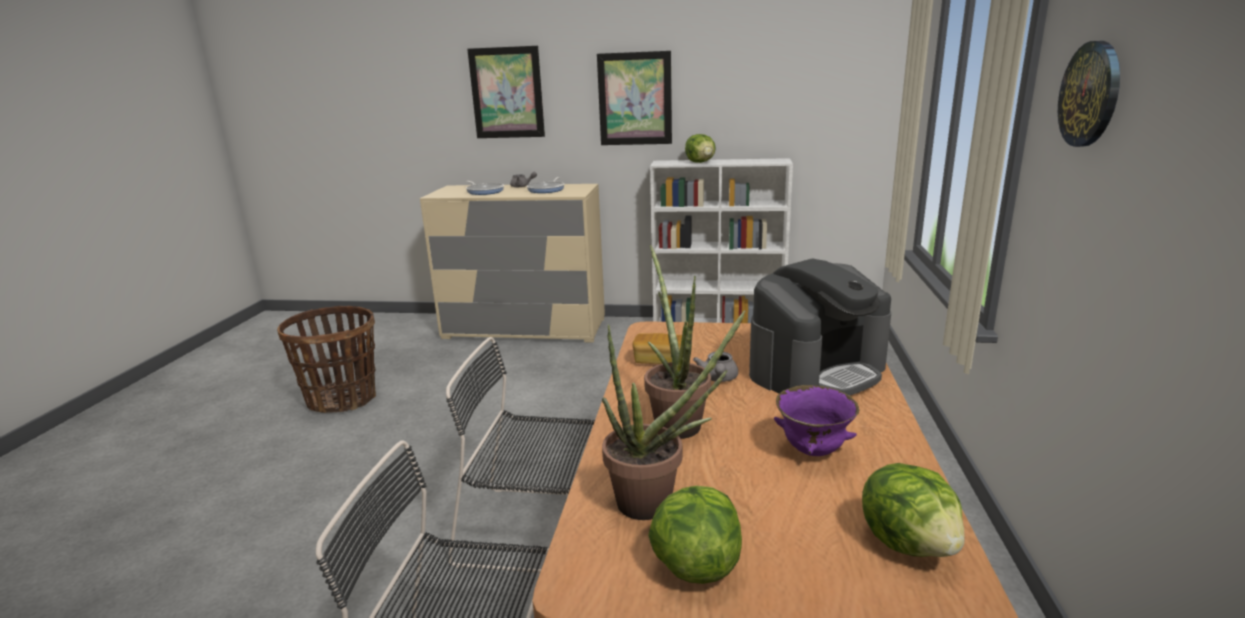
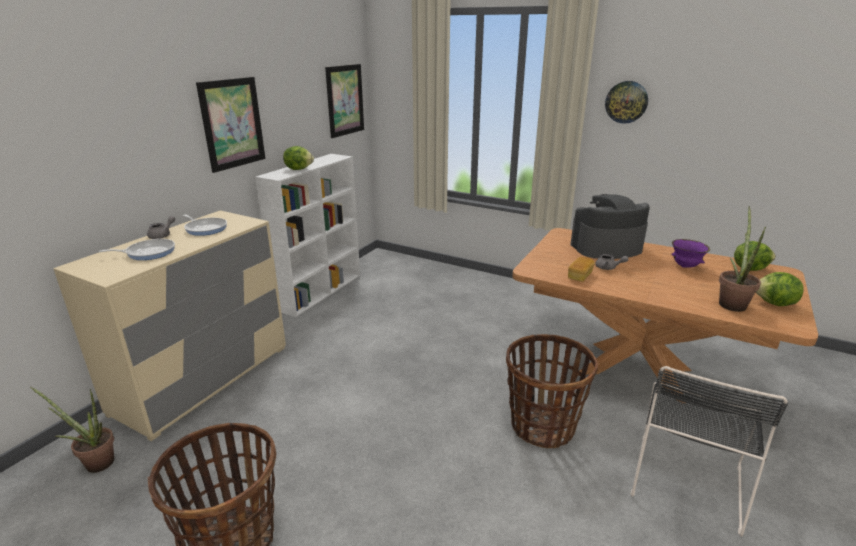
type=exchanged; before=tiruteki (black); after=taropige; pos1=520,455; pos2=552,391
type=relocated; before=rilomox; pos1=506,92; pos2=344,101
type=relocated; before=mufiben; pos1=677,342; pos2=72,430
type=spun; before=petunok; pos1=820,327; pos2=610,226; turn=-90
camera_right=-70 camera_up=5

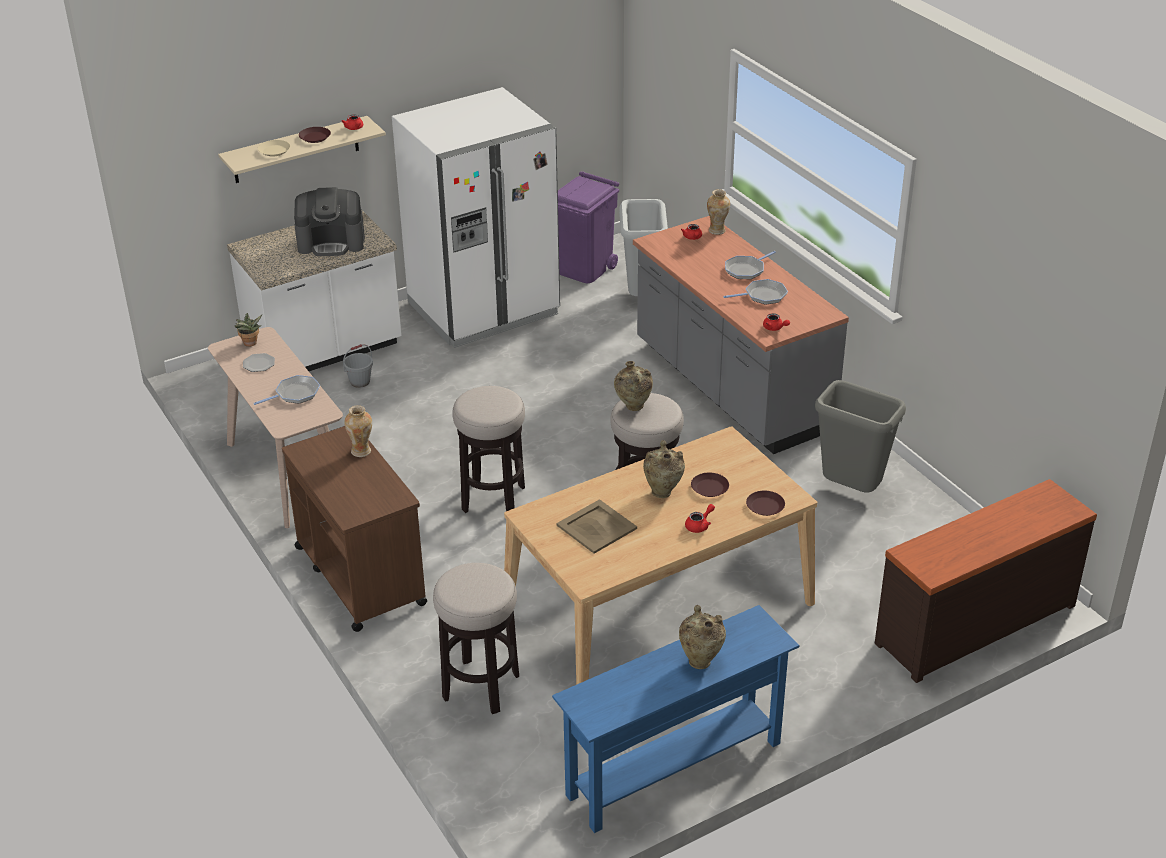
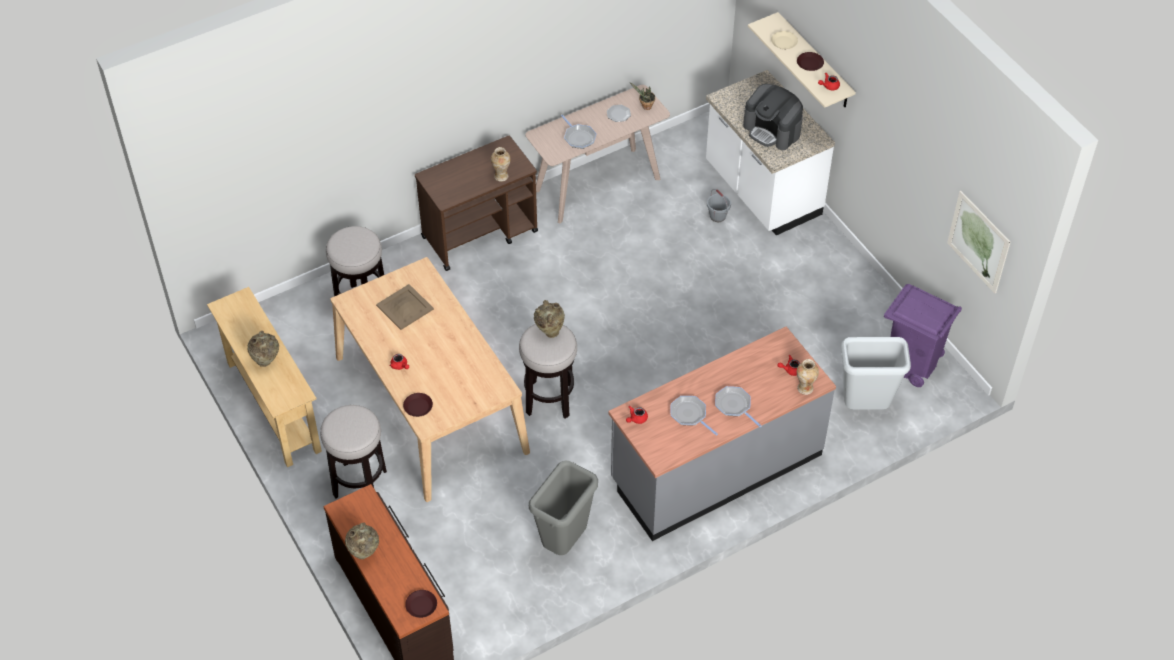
type=spun; before=petunok; pos1=329,221; pos2=773,117; turn=-45
type=missing; before=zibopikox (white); pos1=476,217
type=relocated; before=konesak; pos1=488,449; pos2=353,451
type=colour; before=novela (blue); after=novela (beige); pos1=676,719; pos2=264,377
type=relocated; before=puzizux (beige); pos1=664,469; pos2=362,541
type=relocated; before=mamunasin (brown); pos1=710,484; pos2=421,604
type=spun; before=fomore; pos1=755,292; pos2=694,416; turn=150
type=appeared; after=rilomox; pos2=978,242
camera_right=90 camera_up=15

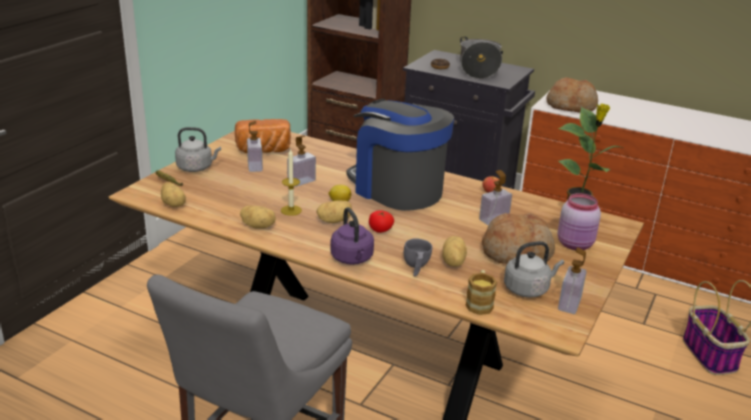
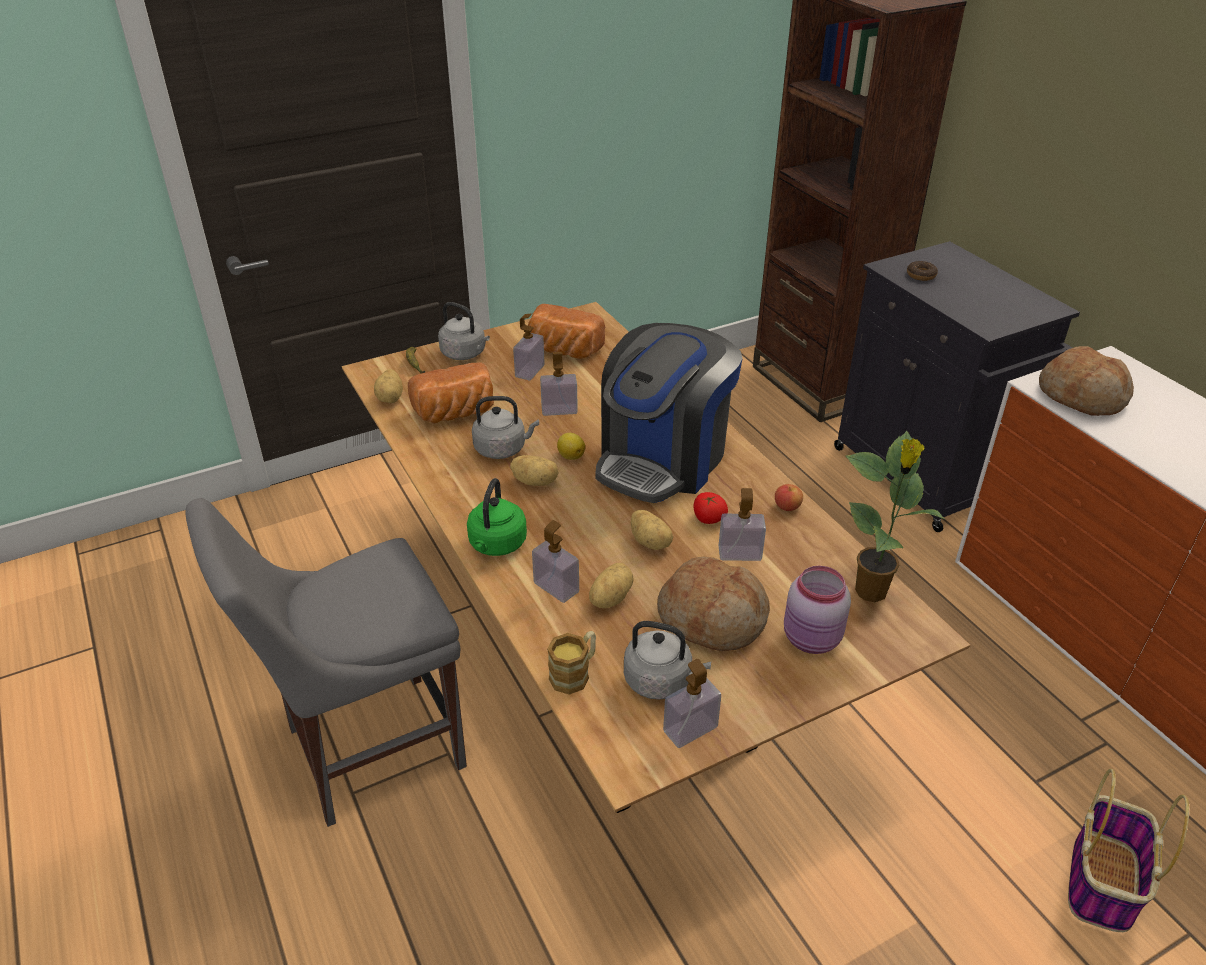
type=relocated; before=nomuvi; pos1=258,217; pos2=652,530
type=exchanged; before=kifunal; after=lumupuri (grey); pos1=291,182; pos2=505,427
type=colour; before=lumupuri (purple); after=lumupuri (green); pos1=352,236; pos2=497,517
type=spun; before=petunok; pos1=400,155; pos2=669,413; turn=-135
type=relocated; before=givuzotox; pos1=381,221; pos2=711,508
type=exchanged; before=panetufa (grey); after=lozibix; pos1=418,257; pos2=555,561
type=missing; before=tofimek; pos1=481,57
type=appeared; after=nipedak; pos2=451,393
camera_right=35 camera_up=10

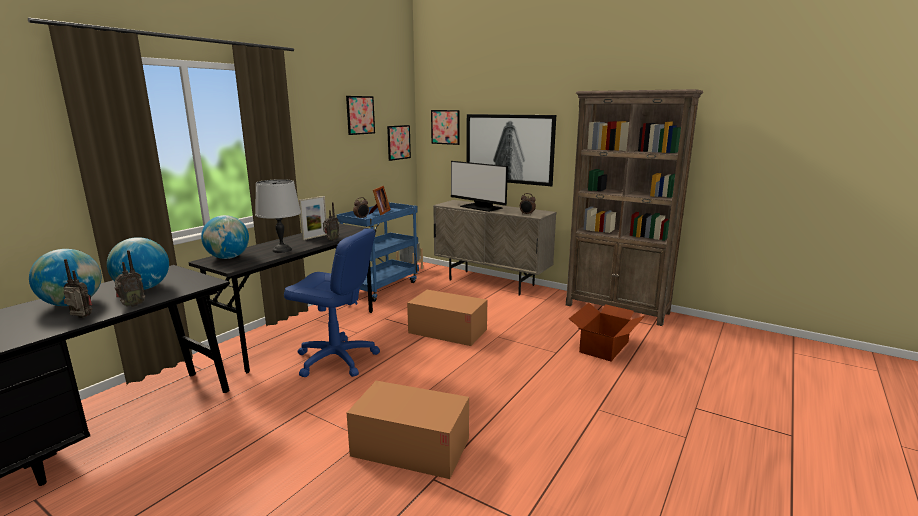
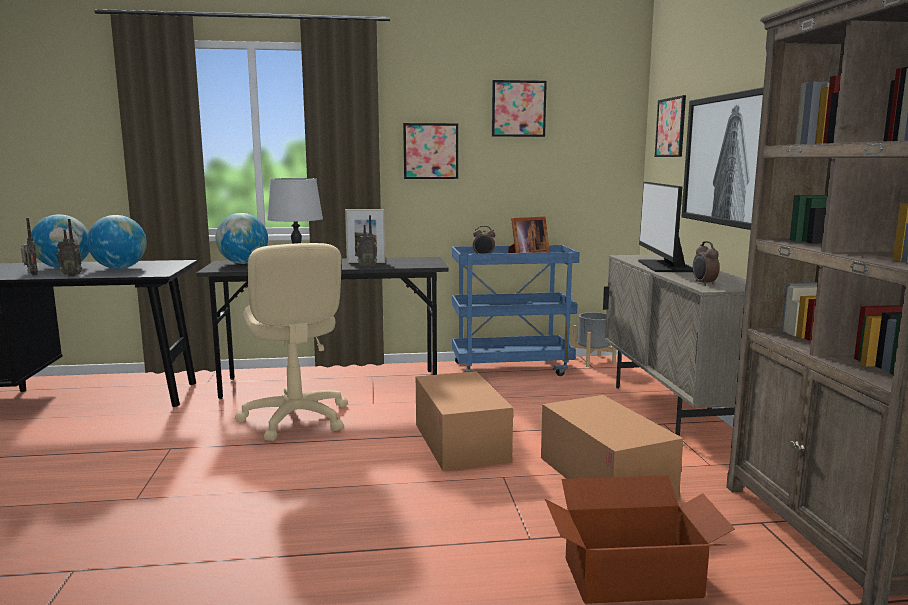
type=colour; before=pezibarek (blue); after=pezibarek (beige); pos1=332,302; pos2=291,342
type=relocated; before=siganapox; pos1=408,430; pos2=612,447
type=relocated; before=rilomox; pos1=399,143; pos2=430,151
camera_right=50 camera_up=-5

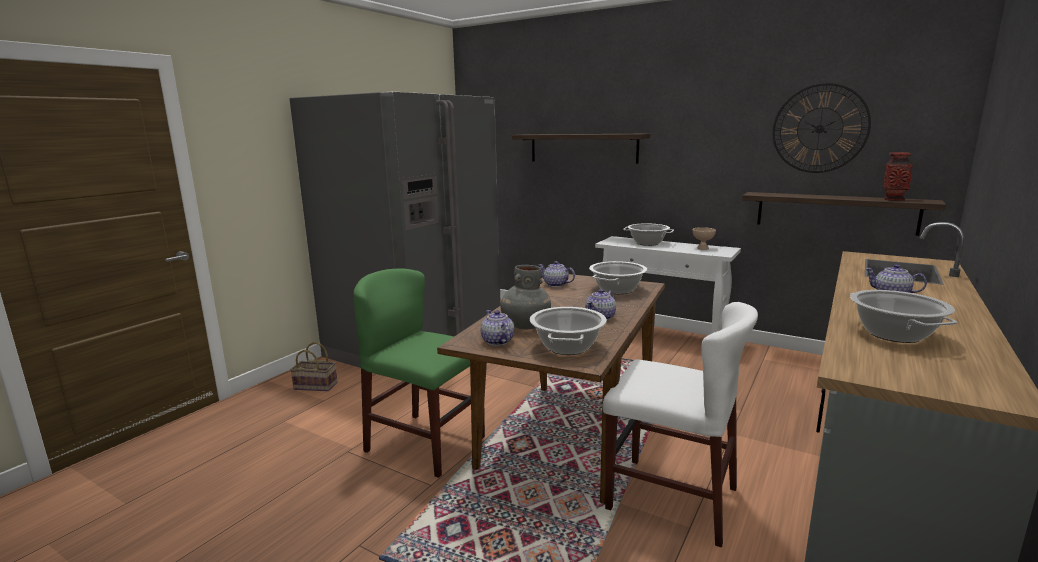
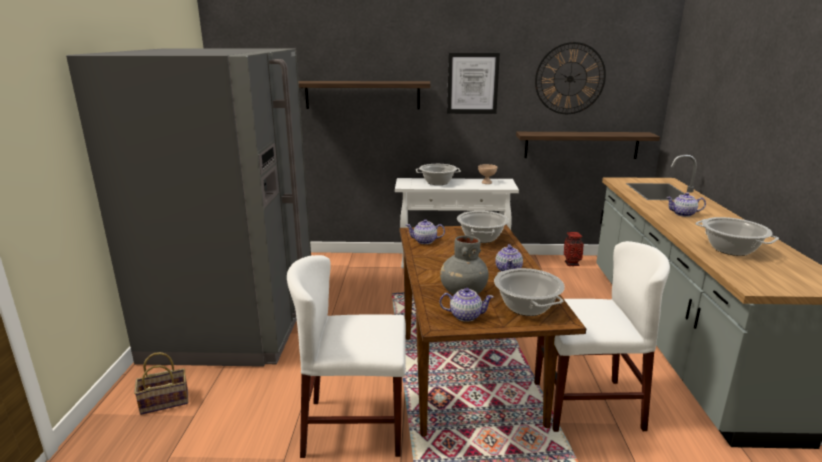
type=colour; before=tiruteki (green); after=tiruteki (white); pos1=419,373; pos2=346,356
type=spun; before=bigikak; pos1=497,328; pos2=467,305; turn=150
type=relocated; before=puzizux; pos1=898,176; pos2=574,249
type=appeared; after=rilomox; pos2=473,83
camera_right=-30 camera_up=5

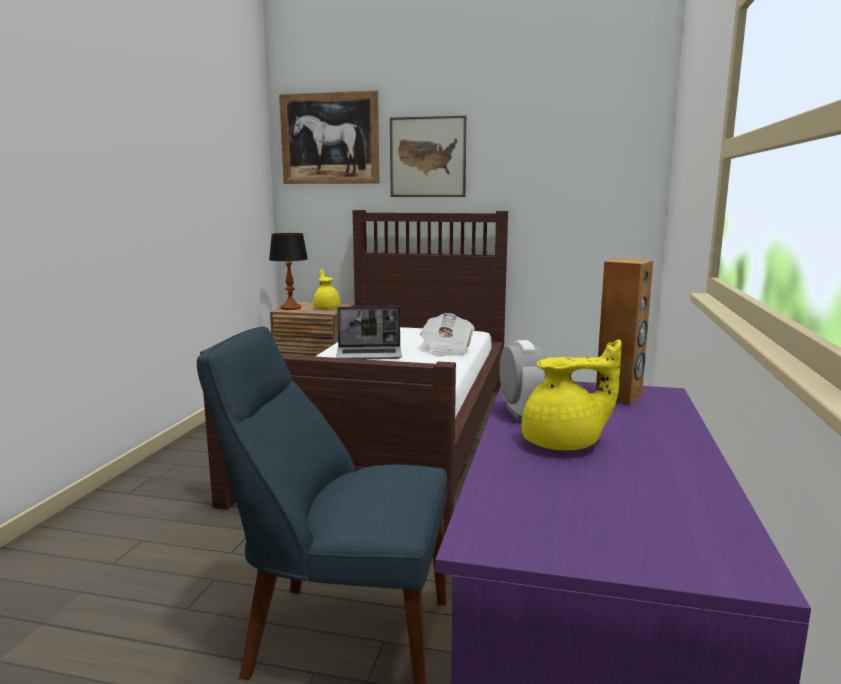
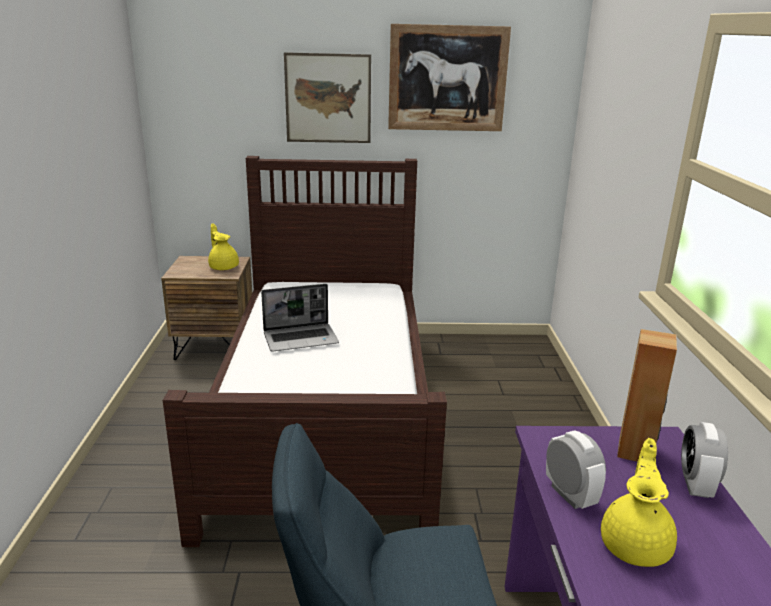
type=missing; before=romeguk; pos1=288,271
type=relocated; before=rilomox; pos1=329,137; pos2=449,77
type=missing; before=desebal; pos1=447,335
type=spun; before=bigikak (yellow); pos1=572,394; pos2=639,502; turn=-45
type=appeared; after=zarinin; pos2=704,460
camera_right=-15 camera_up=10

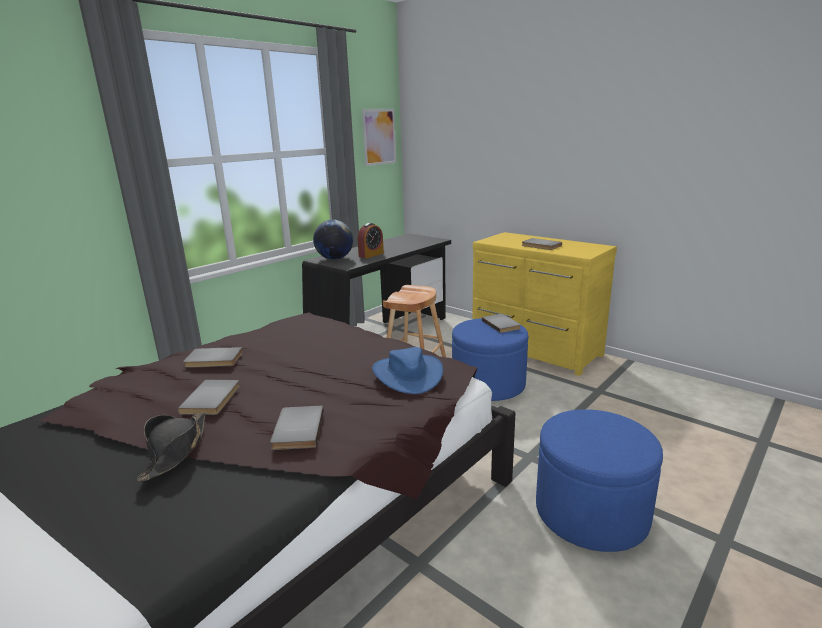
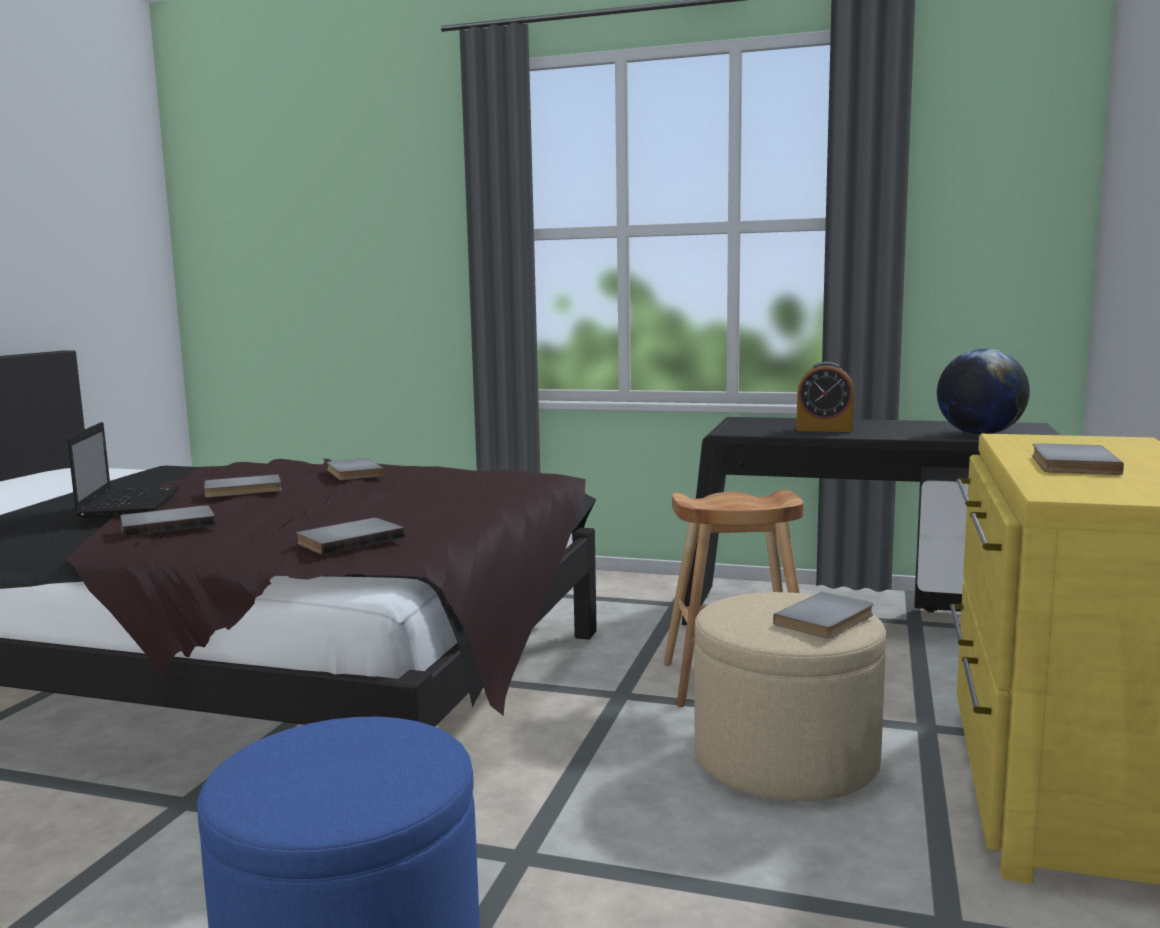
type=exchanged; before=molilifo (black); after=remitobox; pos1=171,446; pos2=123,470
type=relocated; before=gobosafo; pos1=333,240; pos2=983,392
type=missing; before=rilomox; pos1=379,137
type=exchanged; before=molilifo (blue); after=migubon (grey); pos1=407,370; pos2=350,536
type=colour; before=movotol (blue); after=movotol (beige); pos1=490,359; pos2=790,696
camera_right=65 camera_up=-10

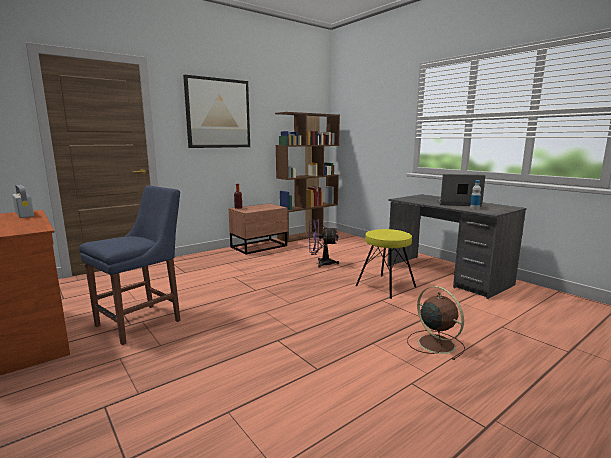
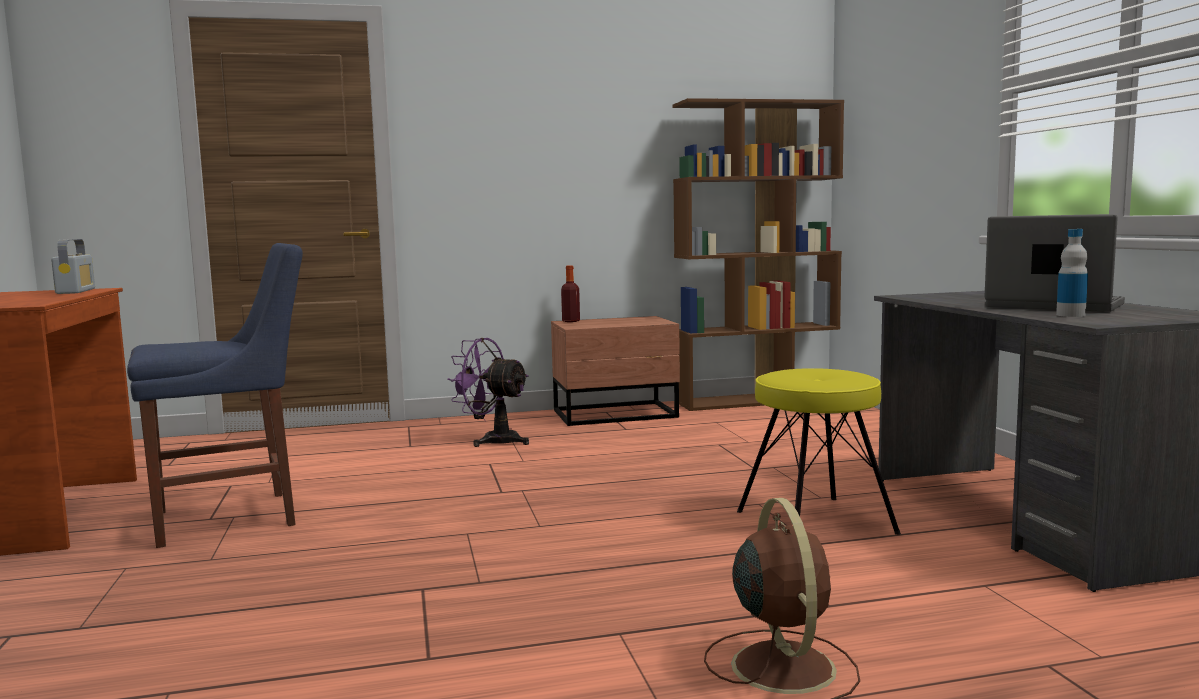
type=missing; before=rilomox; pos1=216,111
type=relocated; before=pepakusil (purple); pos1=324,243; pos2=488,392
camera_right=25 camera_up=-5

